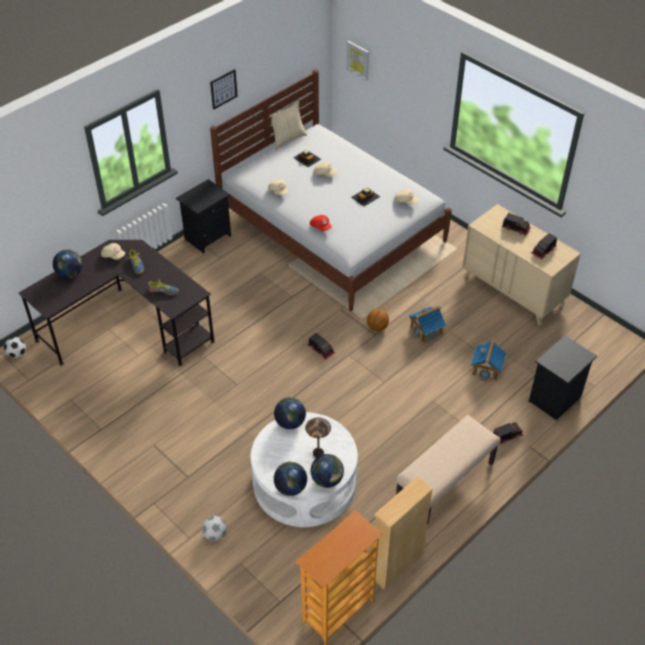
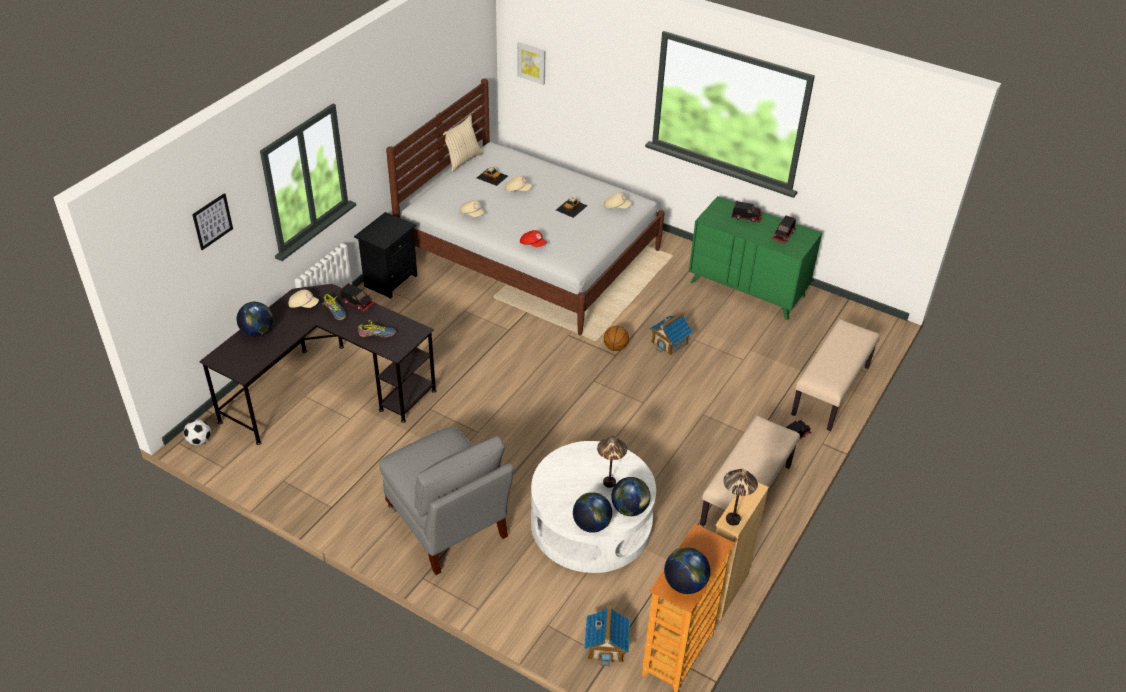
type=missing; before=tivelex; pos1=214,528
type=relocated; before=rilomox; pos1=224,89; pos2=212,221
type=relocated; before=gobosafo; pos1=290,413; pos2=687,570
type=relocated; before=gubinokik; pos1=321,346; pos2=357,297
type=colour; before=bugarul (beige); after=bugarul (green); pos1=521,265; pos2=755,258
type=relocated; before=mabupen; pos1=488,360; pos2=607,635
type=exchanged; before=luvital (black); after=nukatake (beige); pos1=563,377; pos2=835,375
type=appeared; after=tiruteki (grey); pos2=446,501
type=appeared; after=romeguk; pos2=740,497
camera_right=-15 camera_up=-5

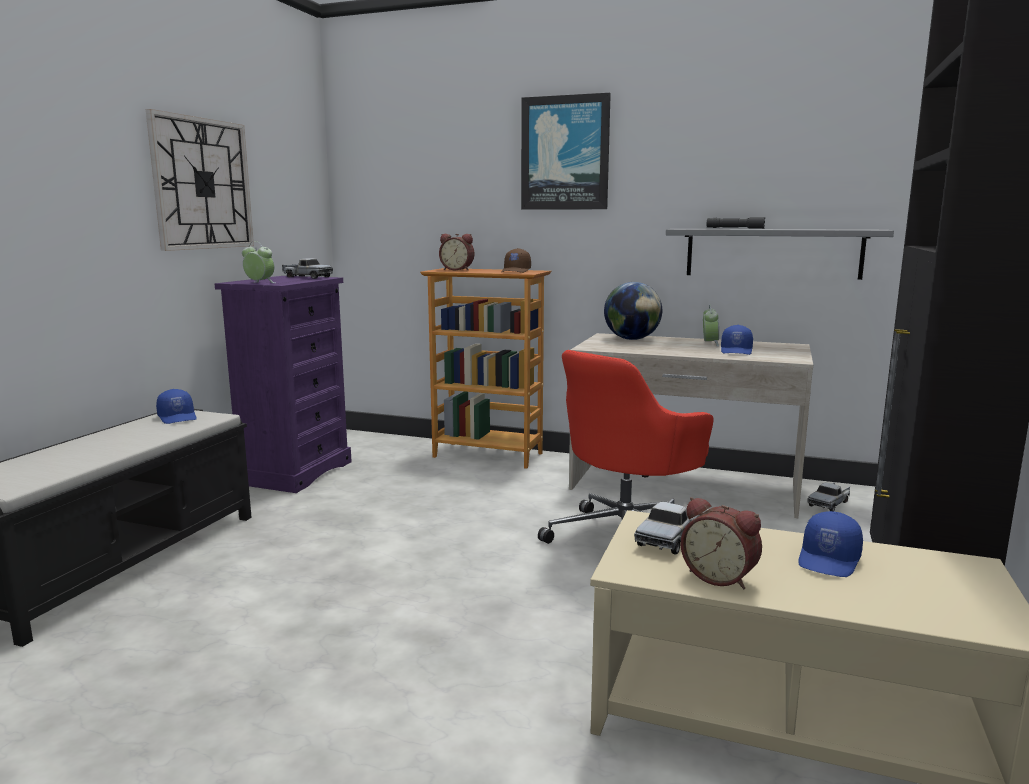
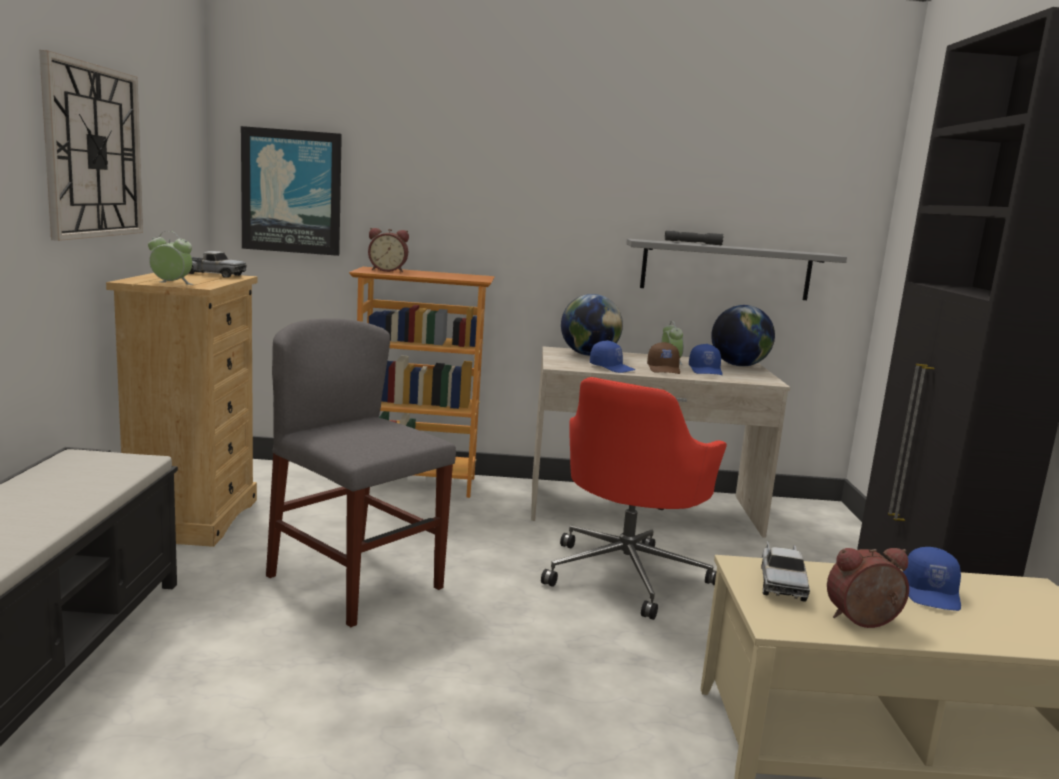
type=relocated; before=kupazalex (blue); pos1=176,406; pos2=612,356
type=colour; before=bugarul (purple); after=bugarul (beige); pos1=283,384; pos2=182,409
type=relocated; before=kupazalex (brown); pos1=516,260; pos2=663,358
type=relocated; before=rilomox; pos1=566,151; pos2=291,191
type=spun; before=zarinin; pos1=721,543; pos2=868,588; turn=150
type=missing; before=gubinokik; pos1=829,496
type=appeared; after=tiruteki (grey); pos2=361,473
type=appeared; after=gobosafo; pos2=743,335
camera_right=-20 camera_up=0

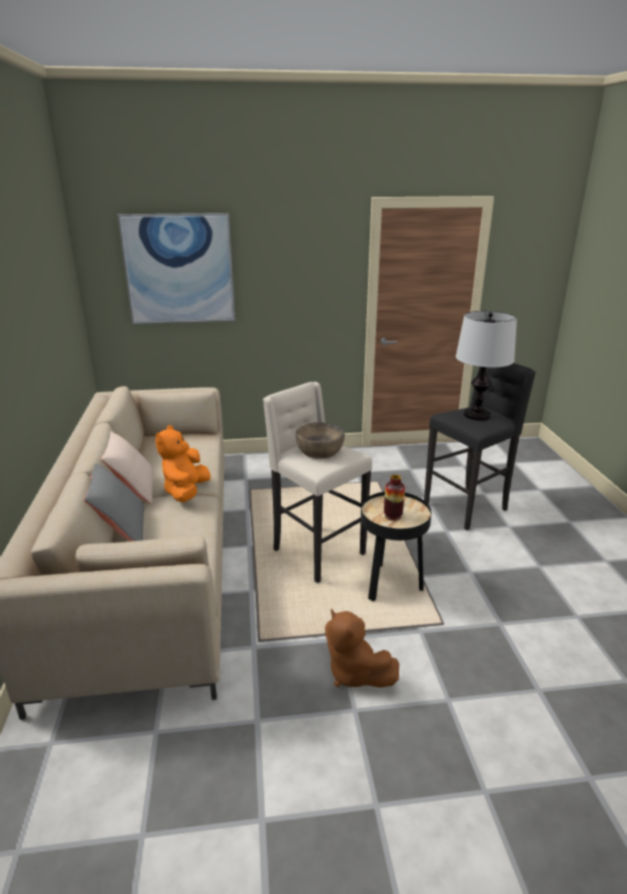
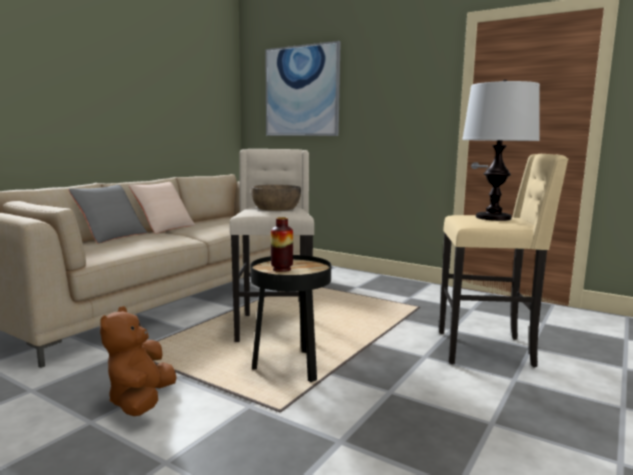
type=missing; before=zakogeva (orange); pos1=183,463
type=colour; before=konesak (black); after=konesak (beige); pos1=480,446; pos2=503,260
camera_right=40 camera_up=-15

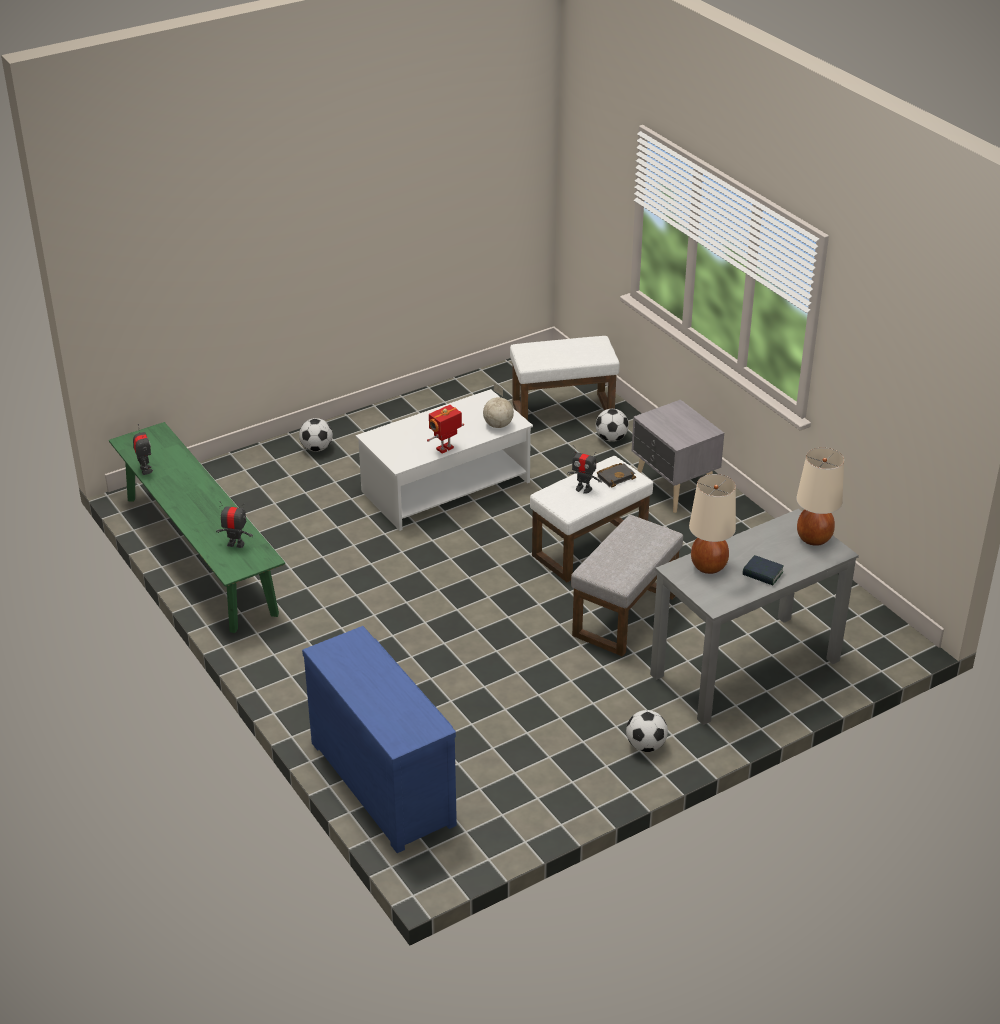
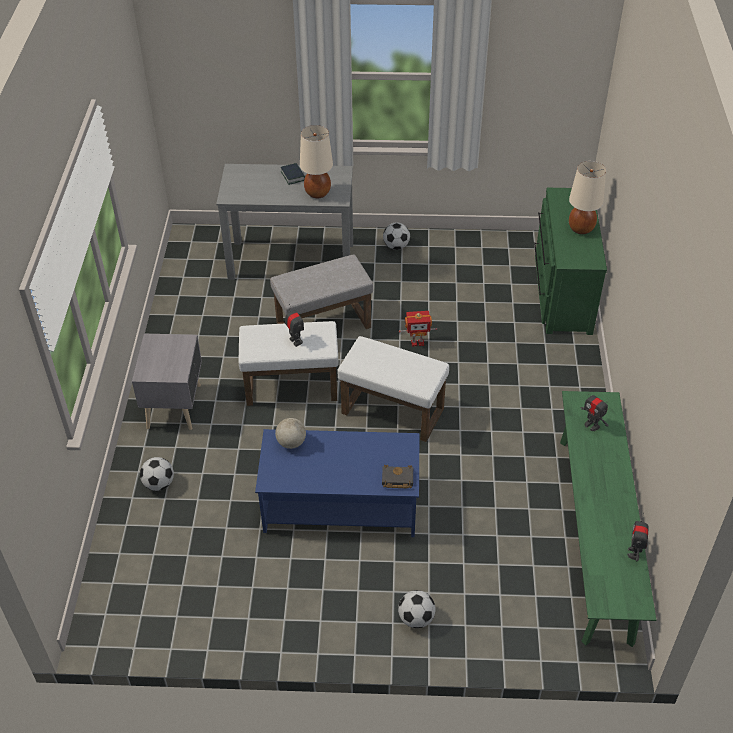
type=colour; before=bugarul (blue); after=bugarul (green); pos1=379,739; pos2=570,261
type=colour; before=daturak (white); after=daturak (blue); pos1=444,460; pos2=337,483
type=relocated; before=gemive; pos1=445,429; pos2=418,329
type=relocated; before=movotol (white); pos1=565,378; pos2=393,389
type=relocated; before=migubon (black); pos1=616,475; pos2=397,476
type=relocated; before=romeguk (beige); pos1=820,497; pos2=587,197
camera_right=-145 camera_up=10

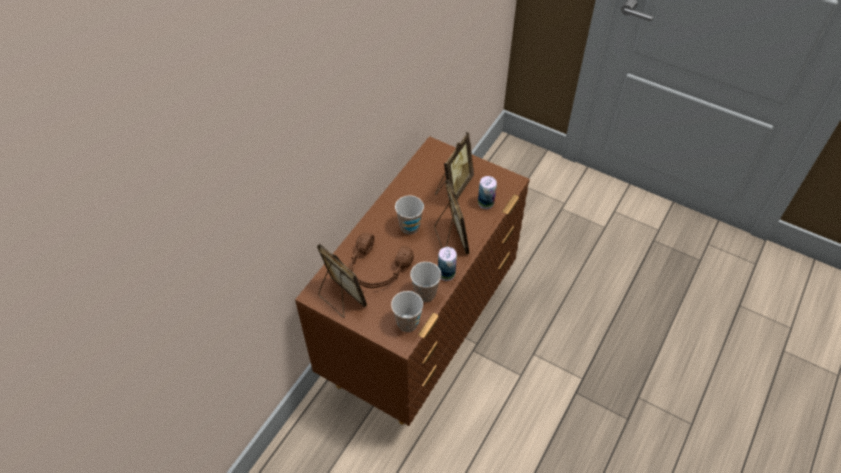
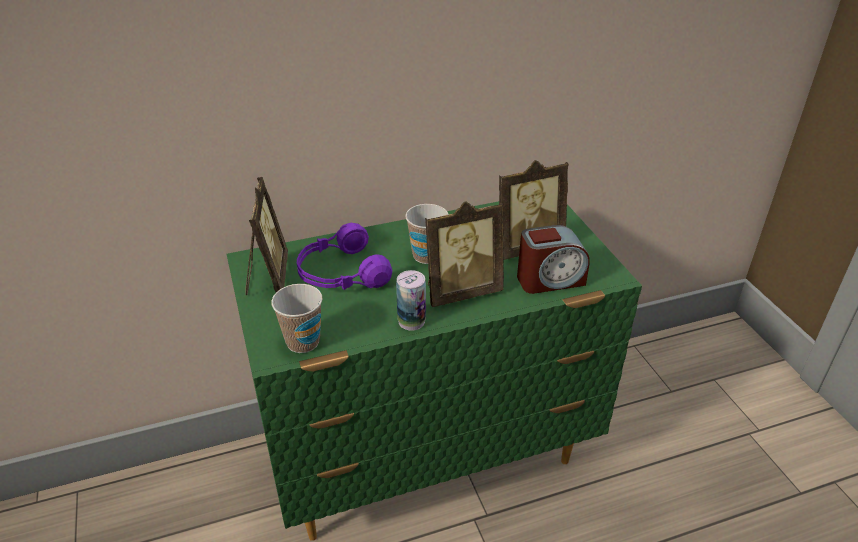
type=colour; before=bugarul (brown); after=bugarul (green); pos1=412,281; pos2=434,371
type=colour; before=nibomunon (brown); after=nibomunon (purple); pos1=382,260; pos2=344,256
type=missing; before=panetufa; pos1=426,282
type=spun; before=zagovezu; pos1=452,217; pos2=464,254; turn=45
type=exchanged; before=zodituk; after=zarinin; pos1=487,192; pos2=553,259
camera_right=40 camera_up=-15

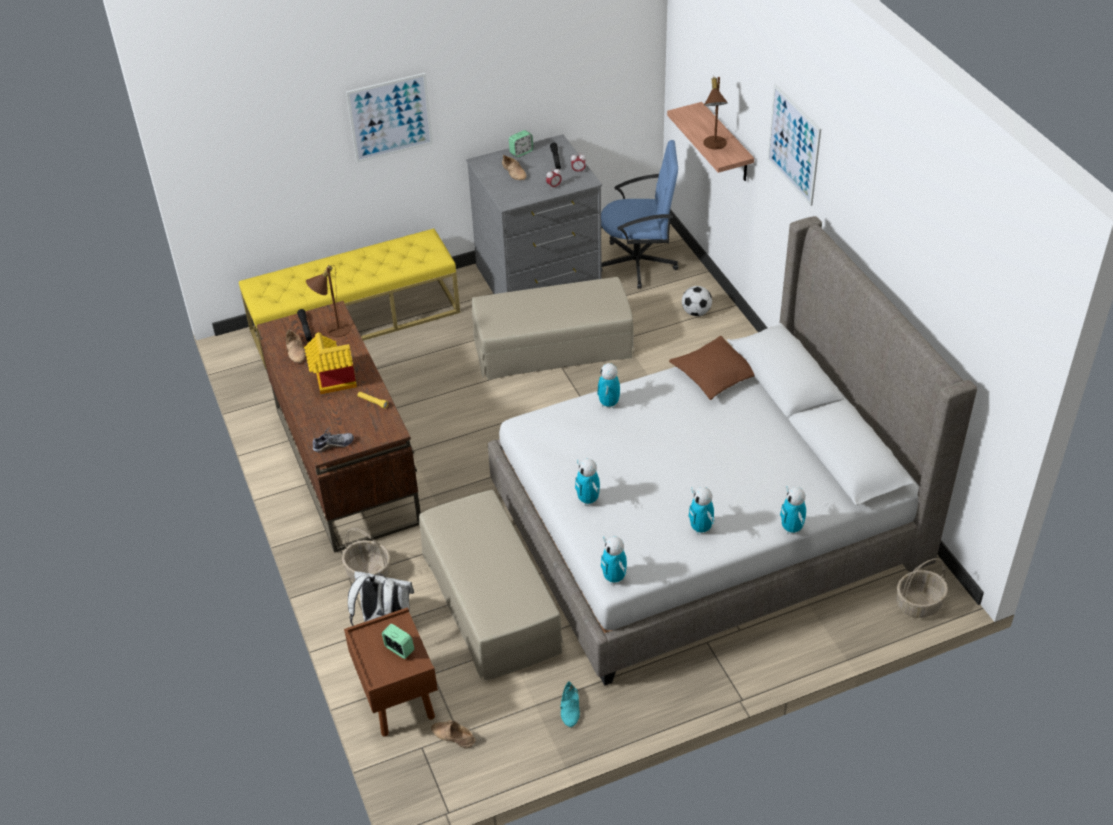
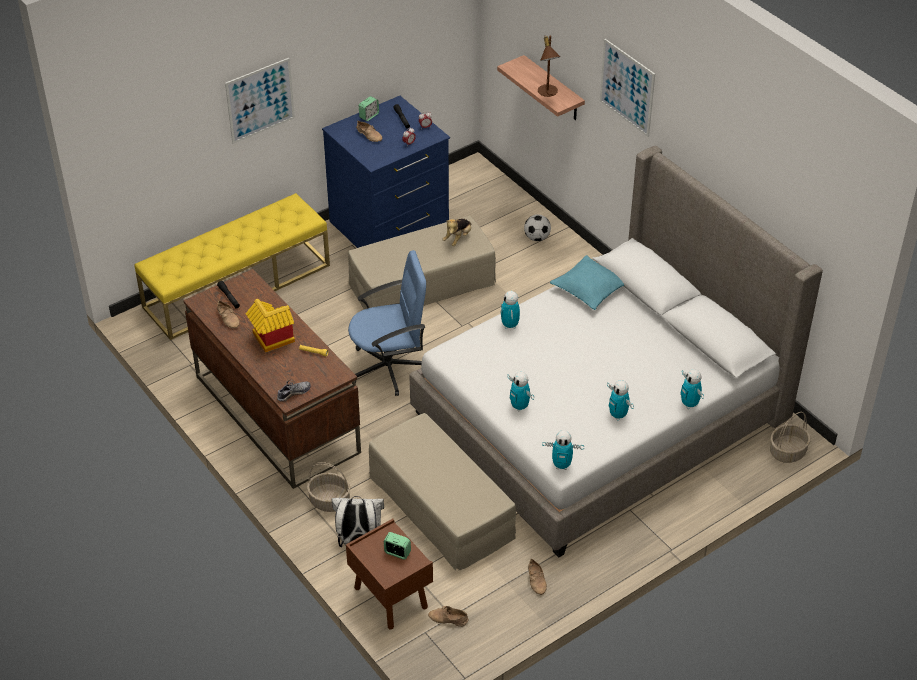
type=missing; before=romeguk (brown); pos1=328,301
type=colour; before=bugarul (grey); after=bugarul (blue); pos1=534,214; pos2=386,172
type=colour; before=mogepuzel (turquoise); after=mogepuzel (beige); pos1=570,704; pos2=537,576
type=relocated; before=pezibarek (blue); pos1=640,214; pos2=387,323
type=spun; before=gemive; pos1=614,560; pos2=563,450; turn=-45
type=colour; before=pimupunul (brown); after=pimupunul (turquoise); pos1=712,368; pos2=587,282
type=appeared; after=zakogeva; pos2=457,232
camera_right=-15 camera_up=0

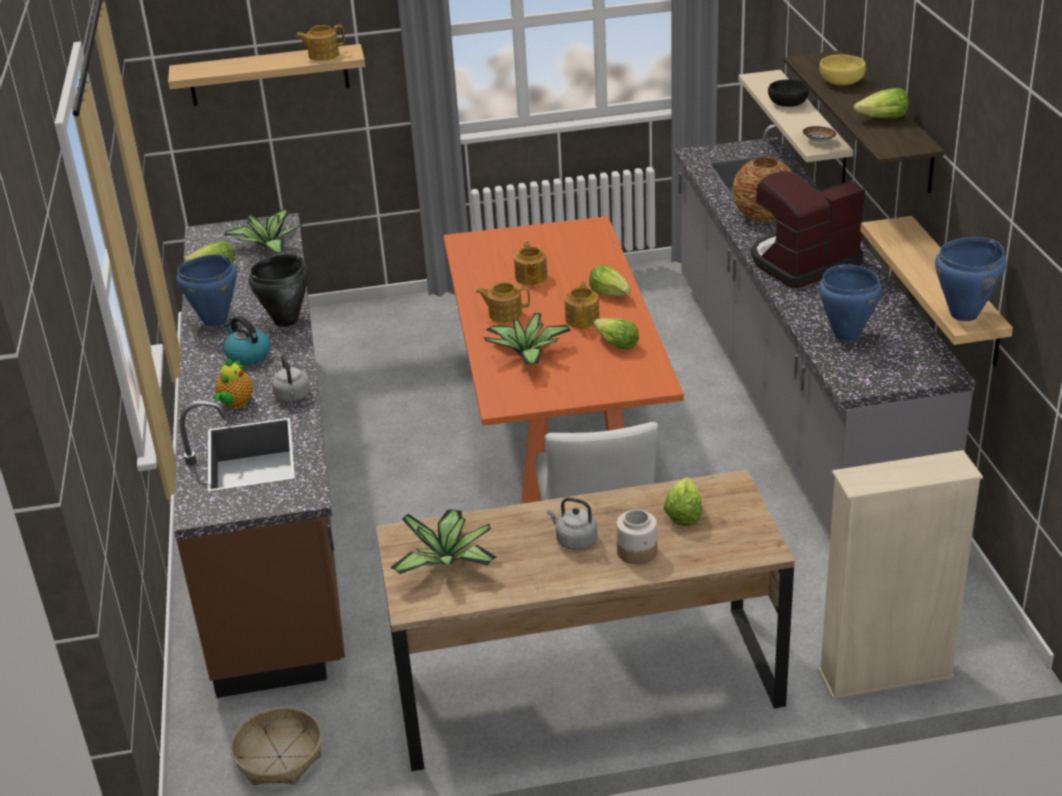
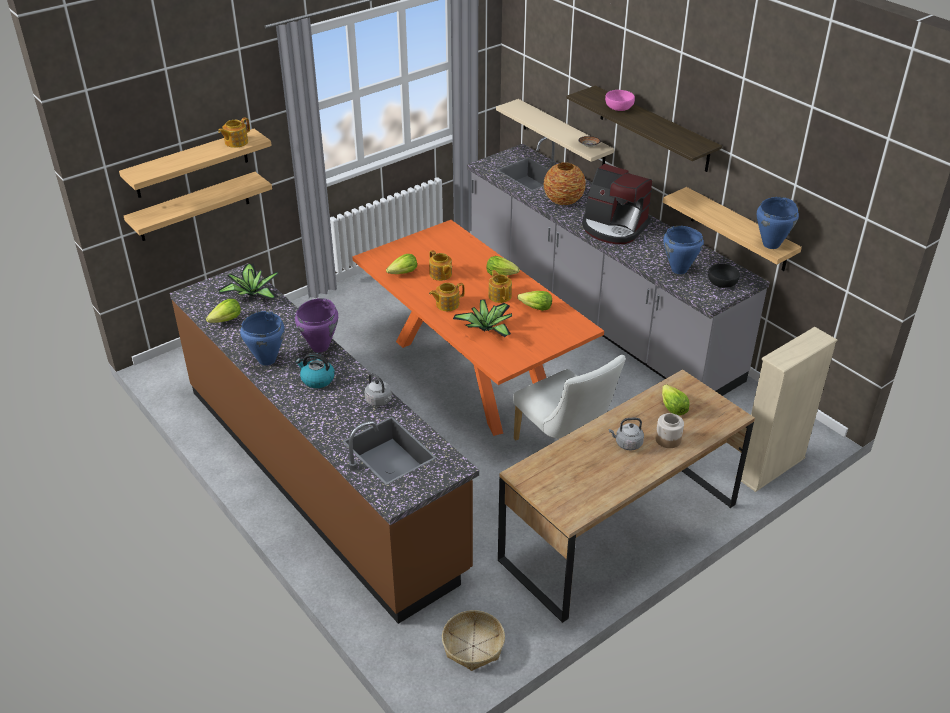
type=missing; before=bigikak; pos1=233,384
type=colour; before=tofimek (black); after=tofimek (purple); pos1=278,290; pos2=316,325
type=missing; before=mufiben; pos1=443,542
type=spun; before=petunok; pos1=808,230; pos2=617,204; turn=-90
type=relocated; before=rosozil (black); pos1=788,93; pos2=724,276
type=colour; before=rosozil (yellow); after=rosozil (pink); pos1=843,70; pos2=620,100
type=relocated; before=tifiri; pos1=881,103; pos2=401,264
type=appeared; after=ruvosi; pos2=198,206
camera_right=-30 camera_up=5

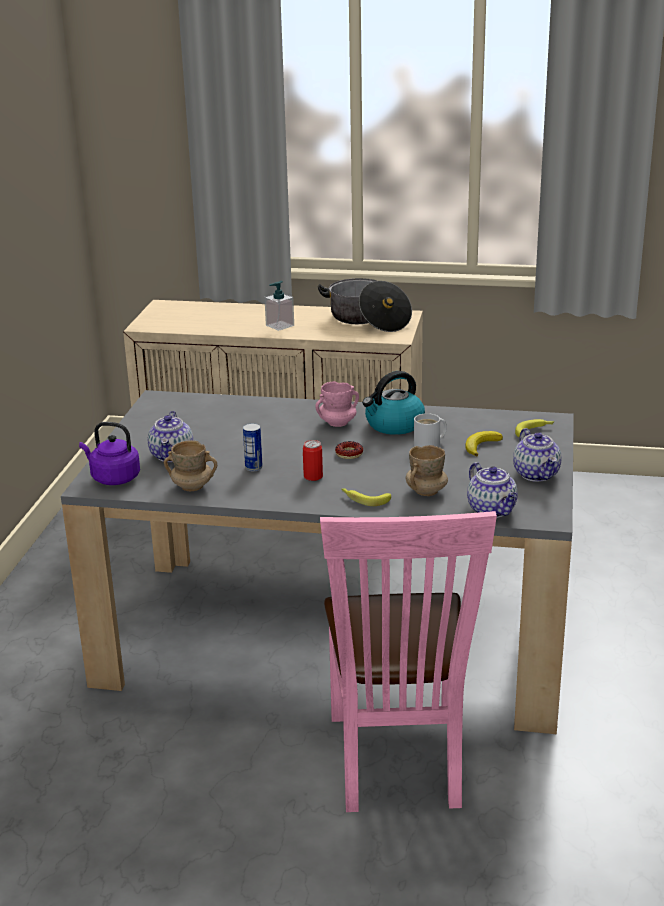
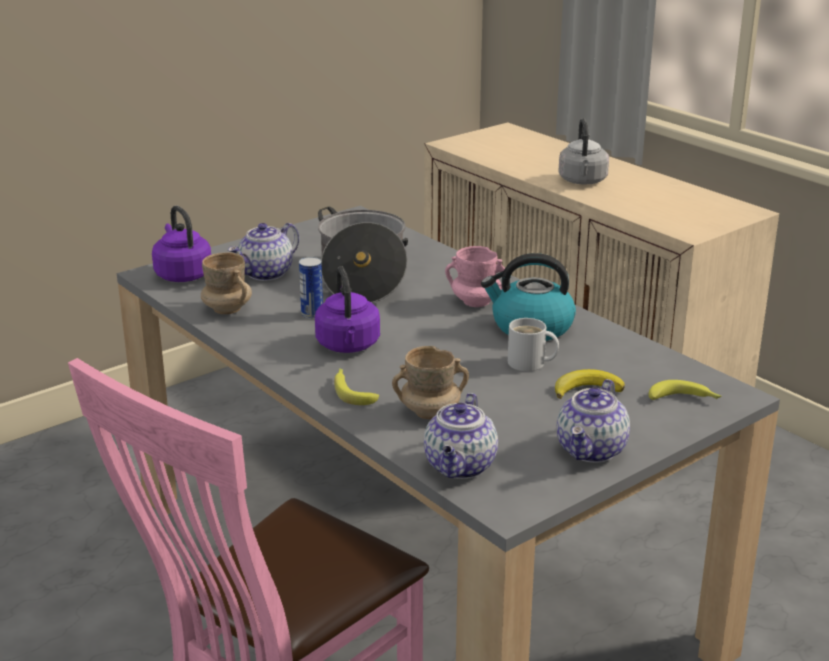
type=exchanged; before=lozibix; after=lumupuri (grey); pos1=279,306; pos2=583,152
type=exchanged; before=zodituk; after=lumupuri (purple); pos1=313,460; pos2=347,309
type=relocated; before=tofimek; pos1=365,305; pos2=363,255
type=missing; before=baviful; pos1=349,450
camera_right=40 camera_up=0

